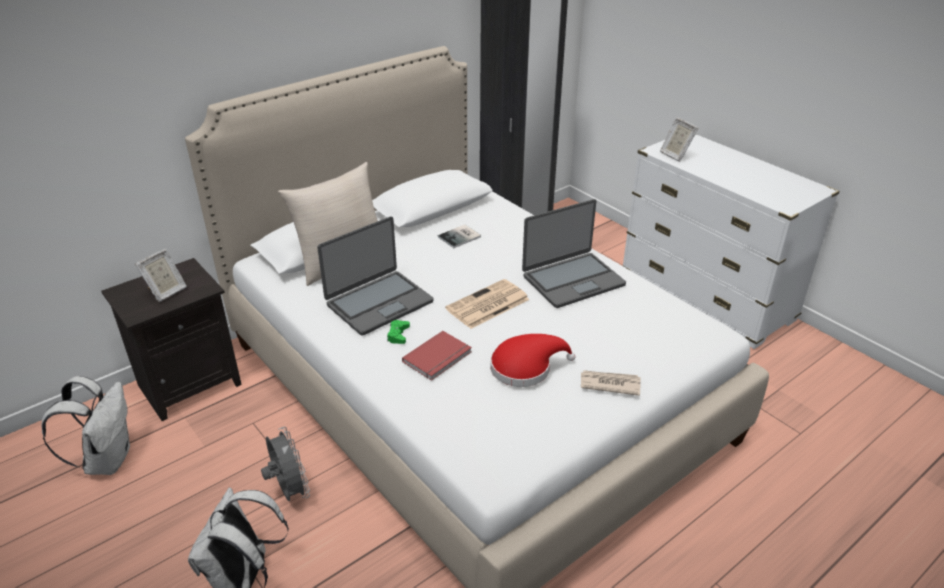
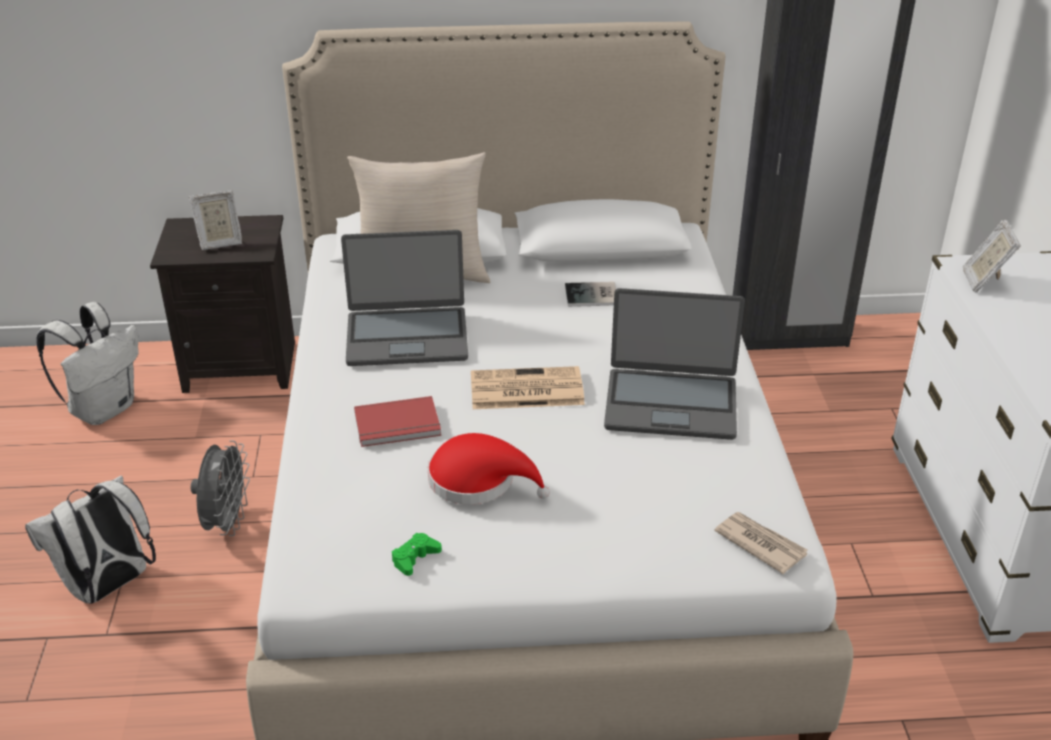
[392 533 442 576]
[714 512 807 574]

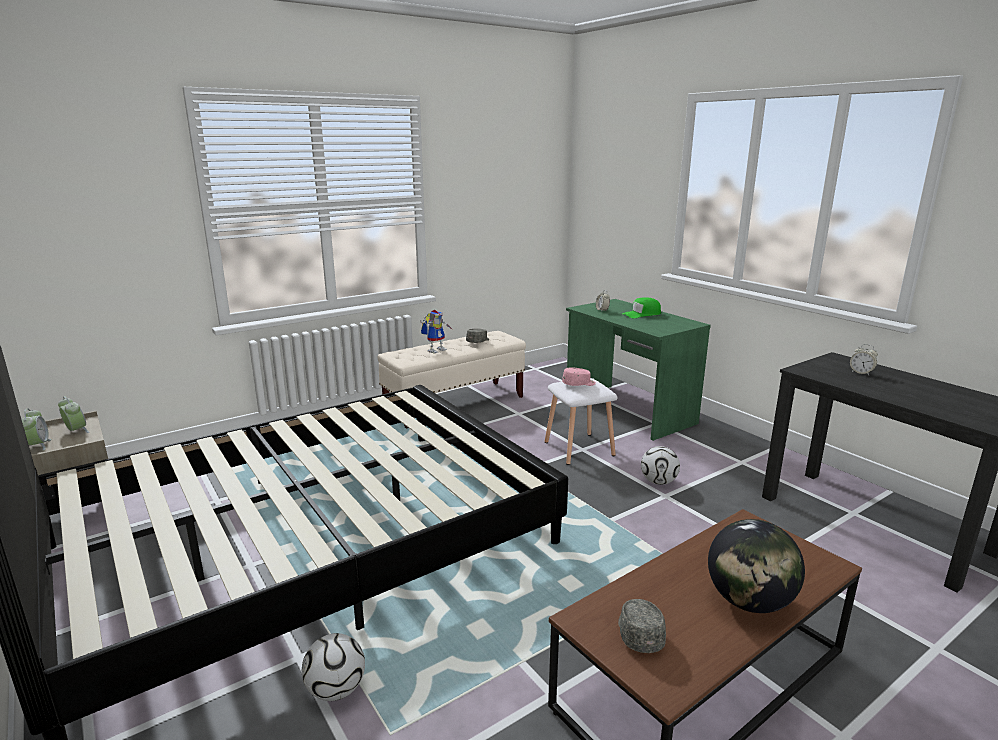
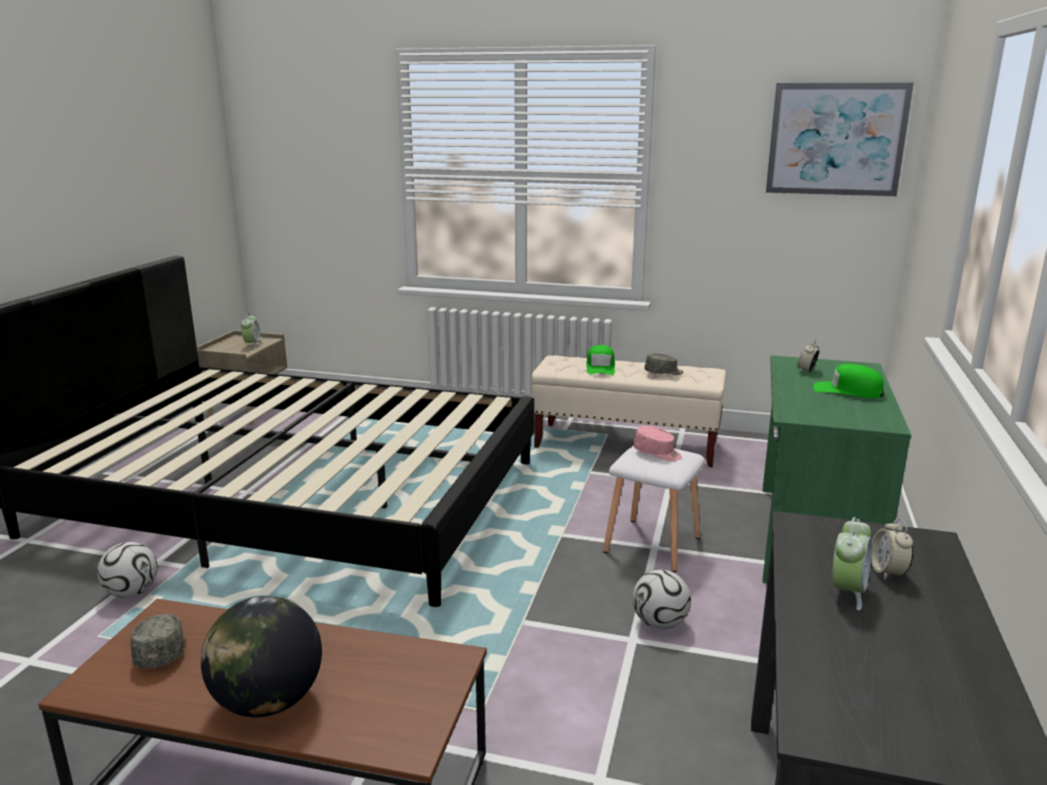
[586 345 615 375]
[832 517 872 610]
[131 614 185 668]
[766 83 914 196]

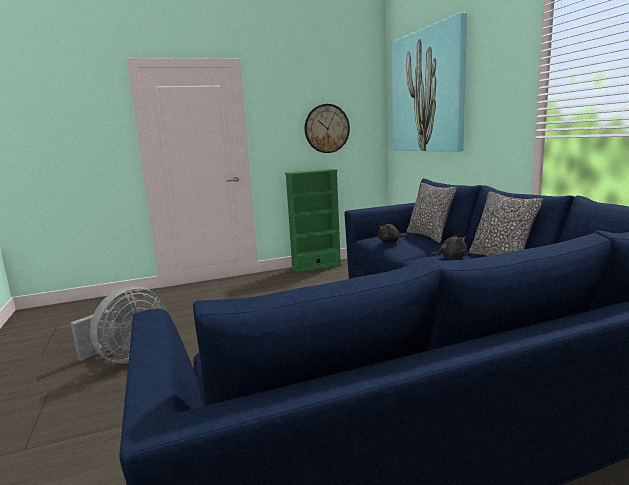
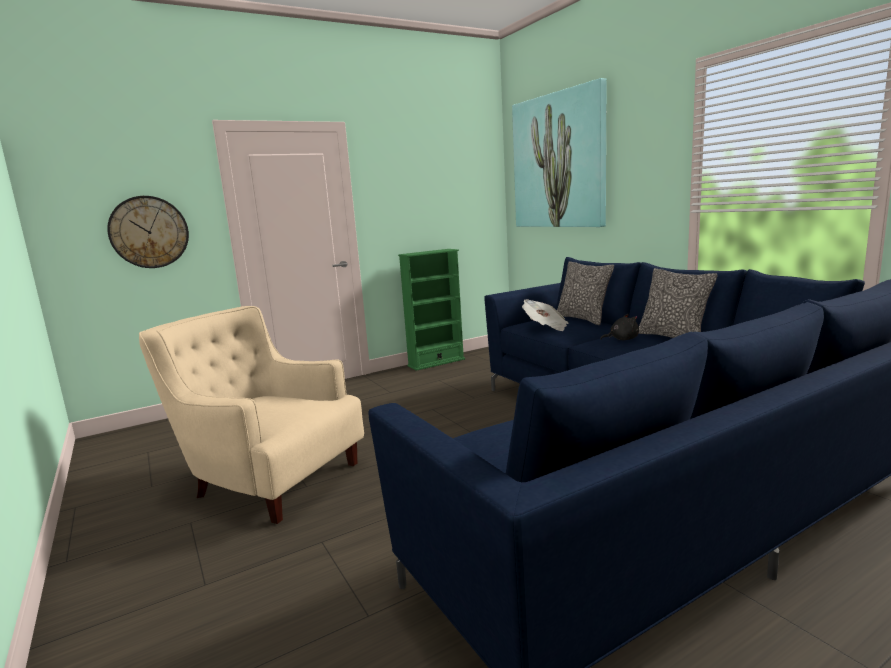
[107 196 189 268]
[522 299 569 331]
[139 306 364 524]

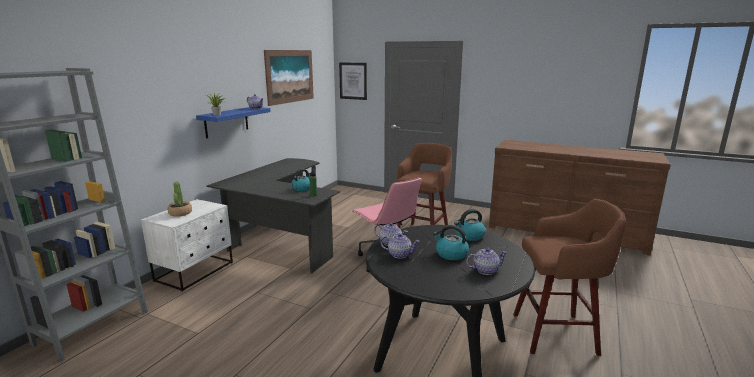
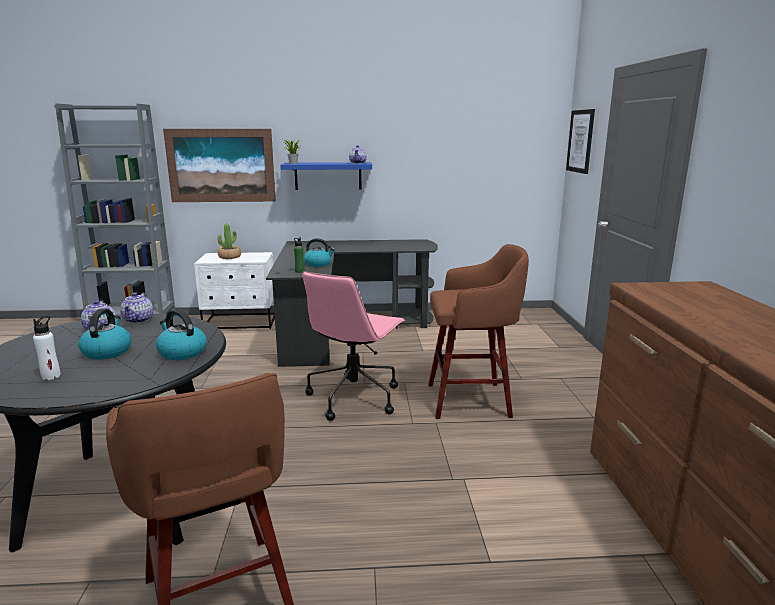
[163 129 276 202]
[33 316 61 380]

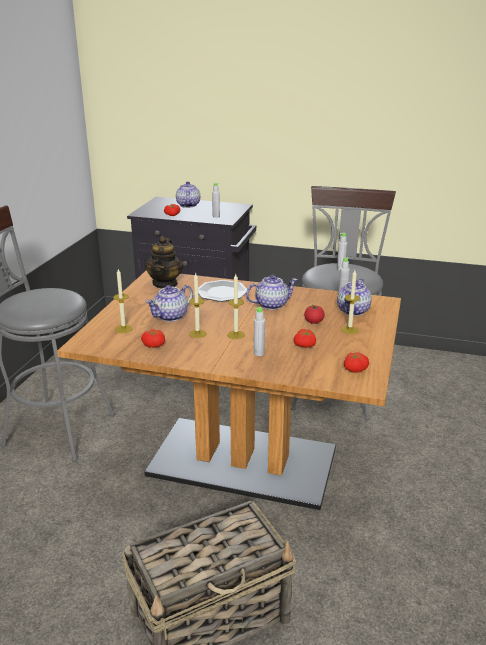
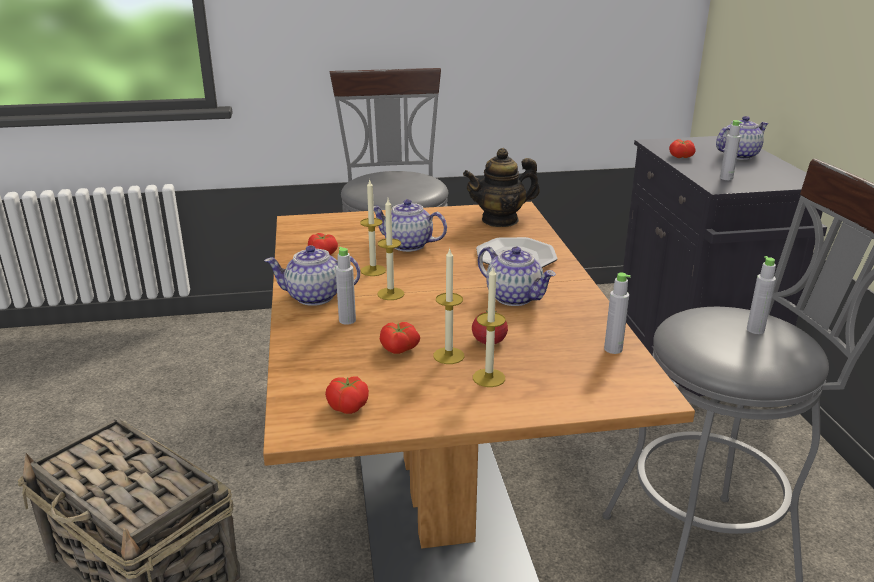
[433 247 464 364]
[264 245 360 306]

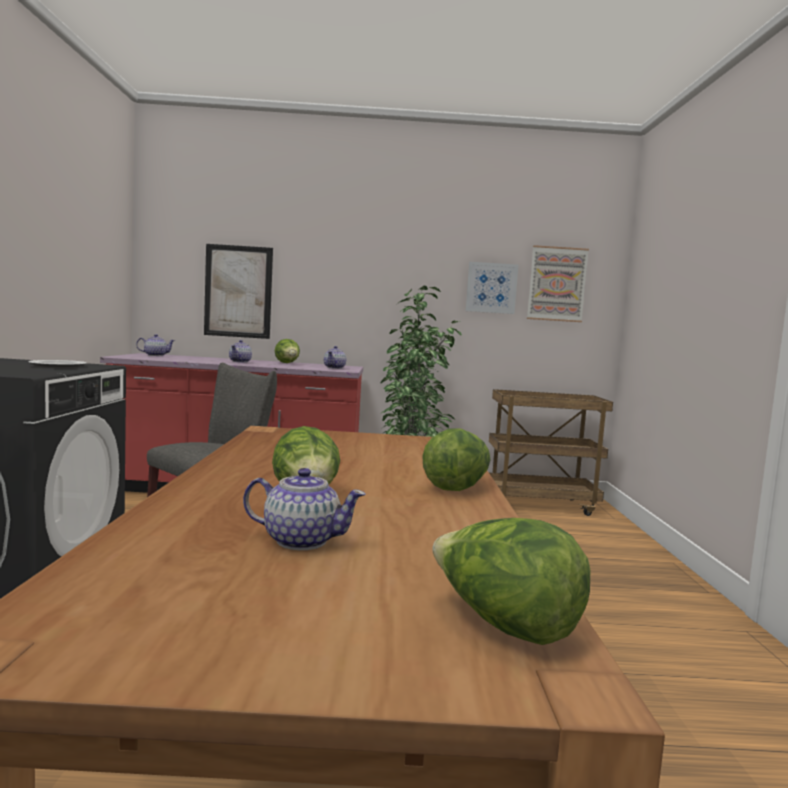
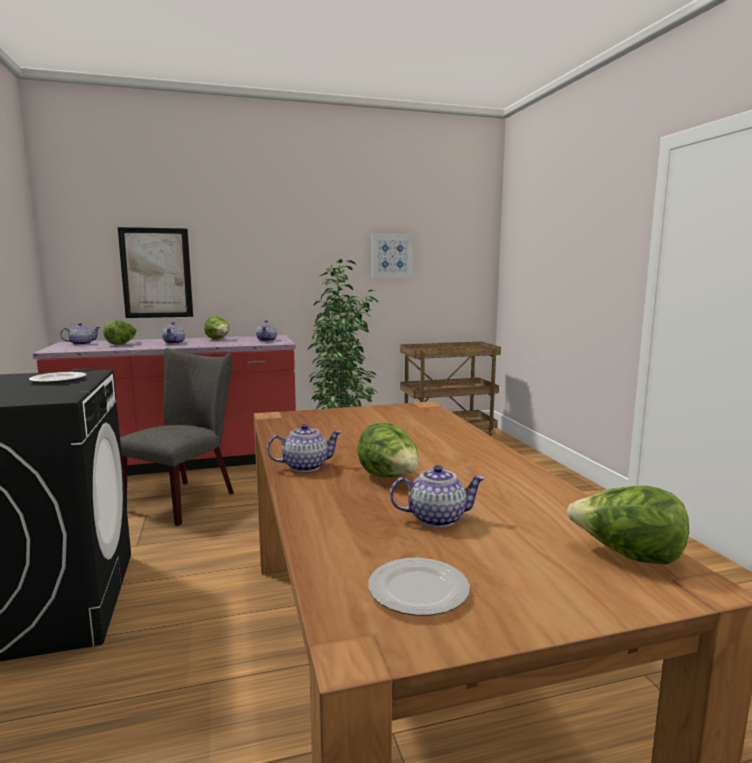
[527 245 589 322] (first image)
[103 320 137 345]
[267 424 342 472]
[368 558 470 616]

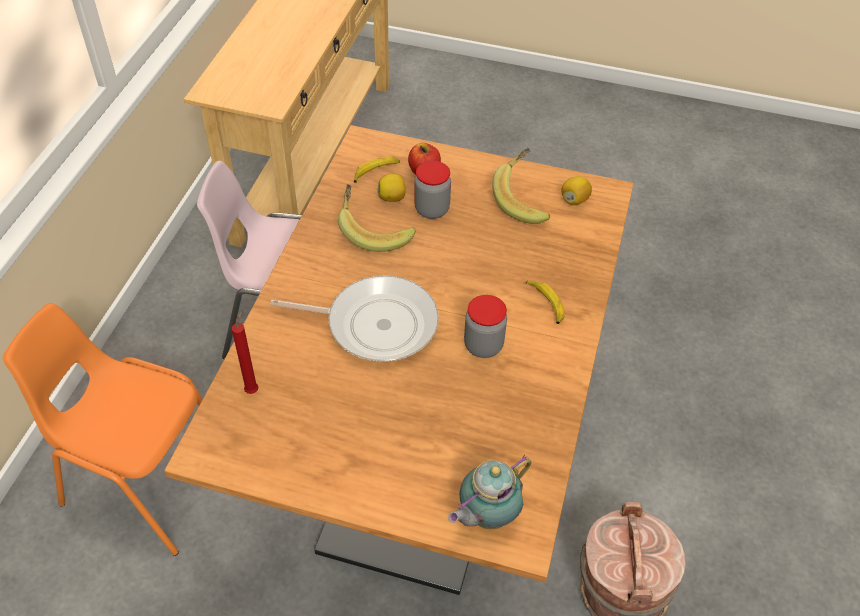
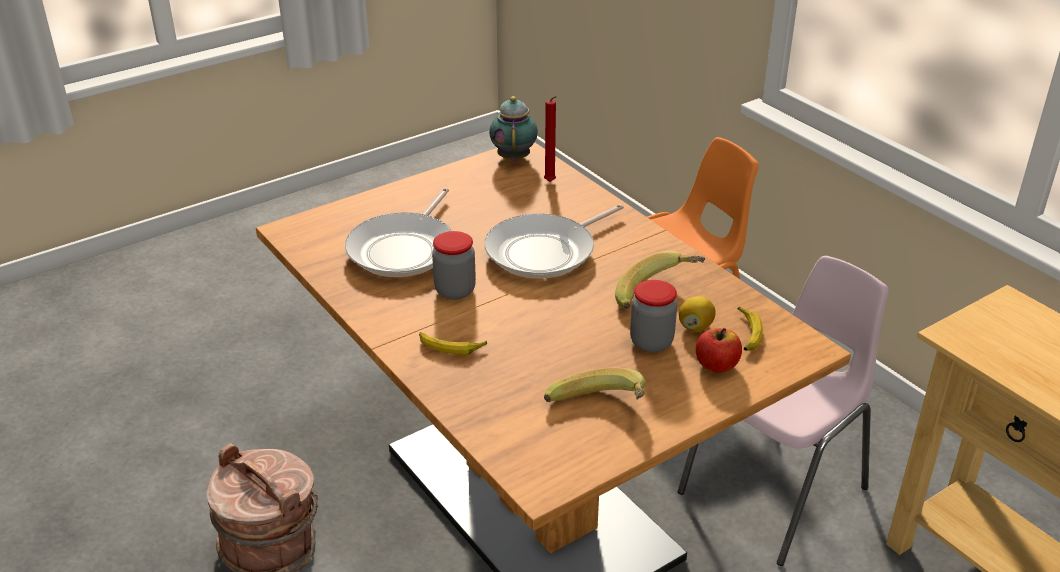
[562 176 592 205] (first image)
[489 96 538 161]
[345 188 452 277]

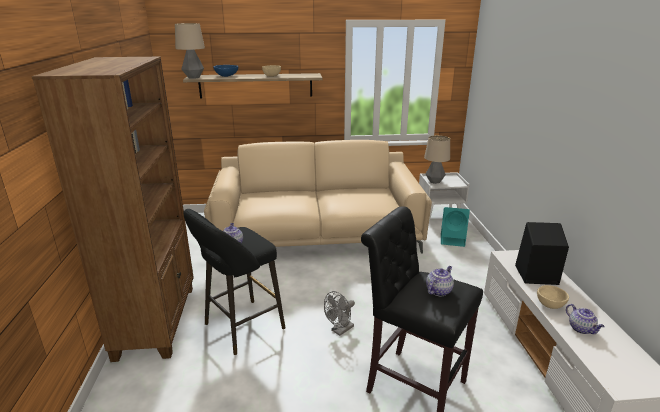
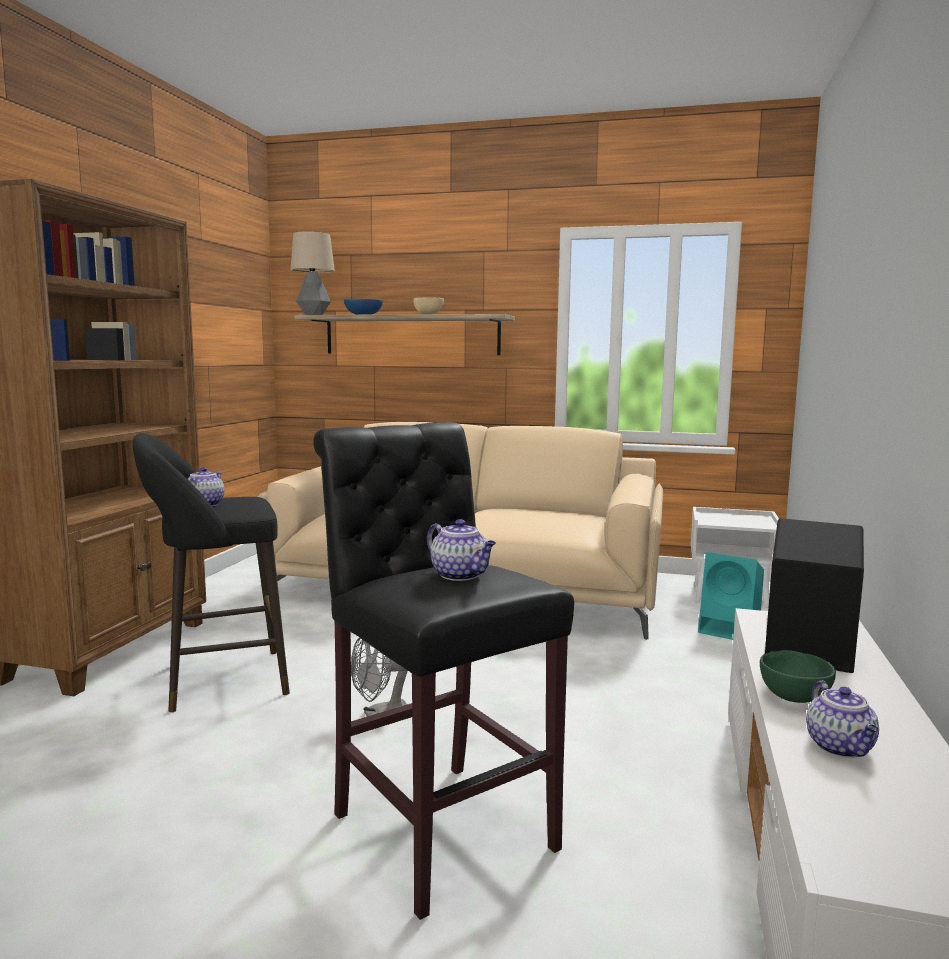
[424 135 450 184] (first image)
[427 519 496 581]
[760 650 836 703]

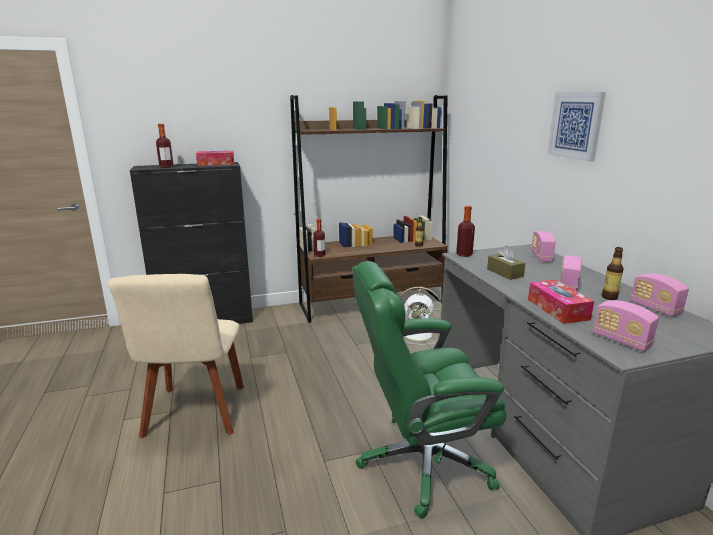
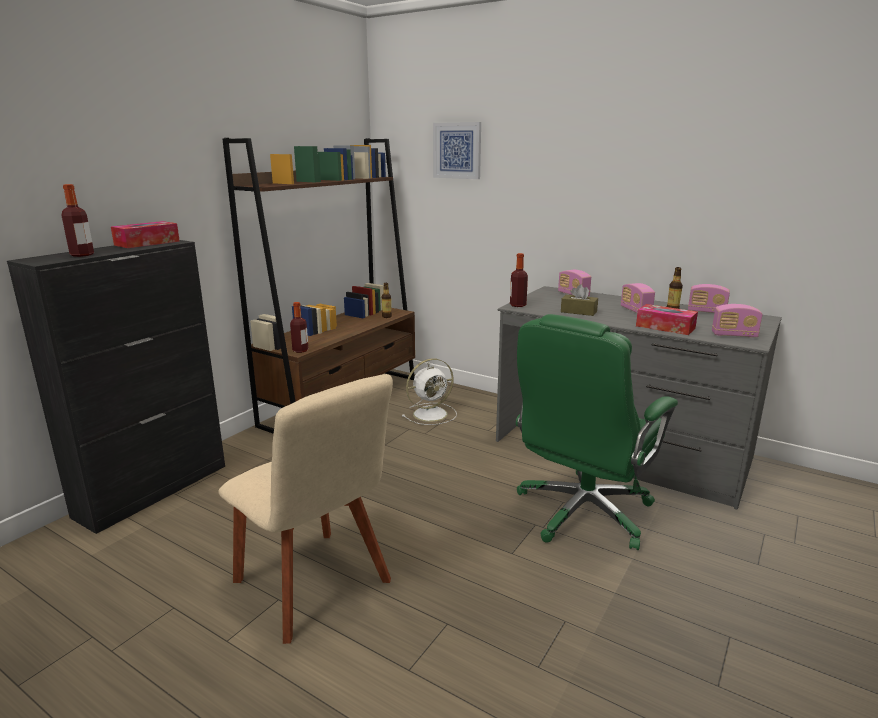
[433 122 481 179]

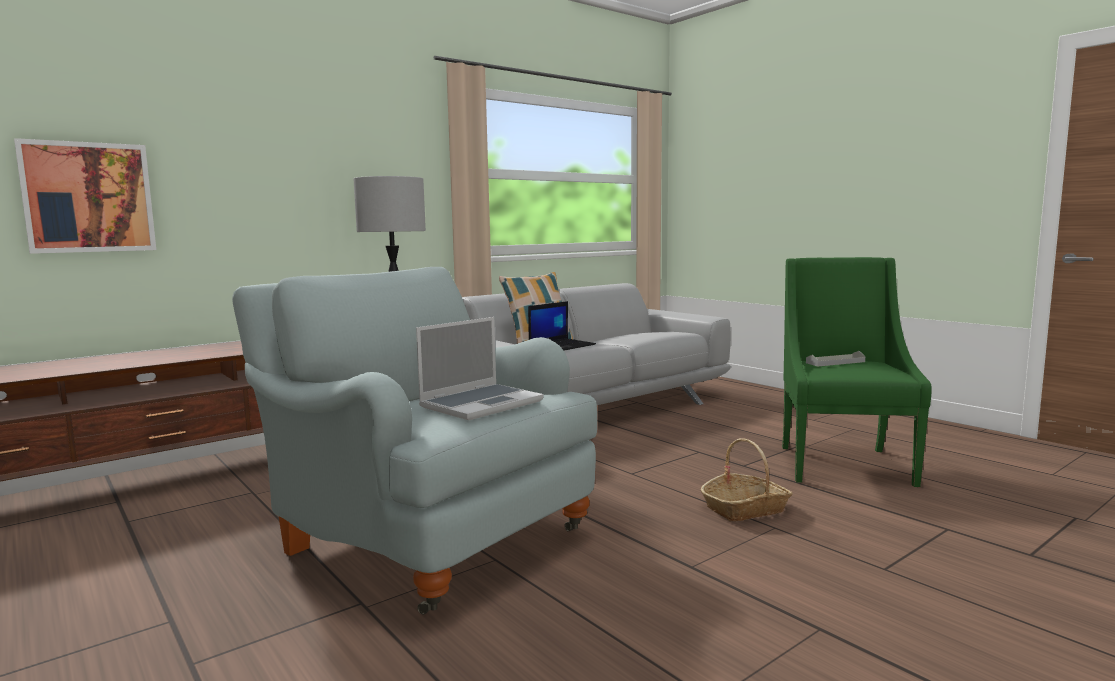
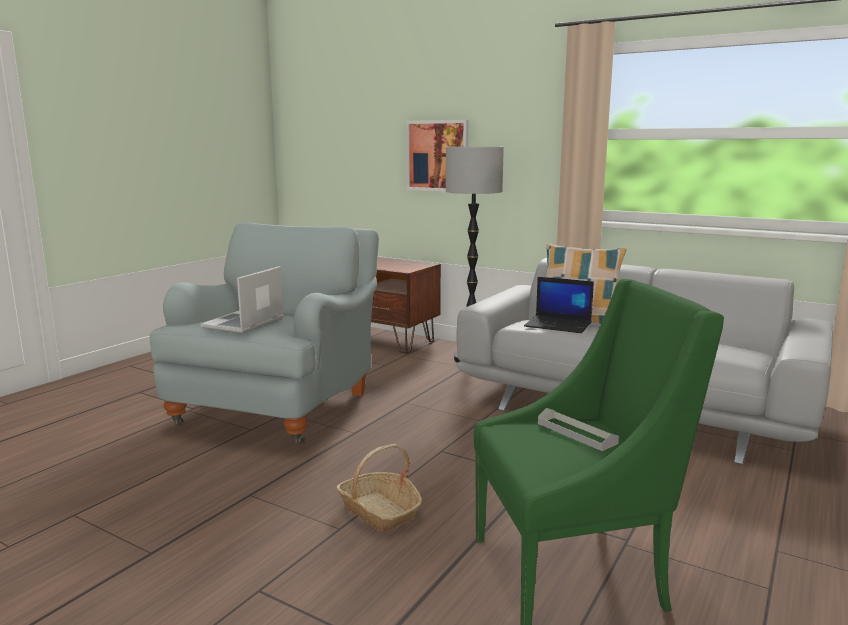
[406 120 469 192]
[200 266 284 334]

